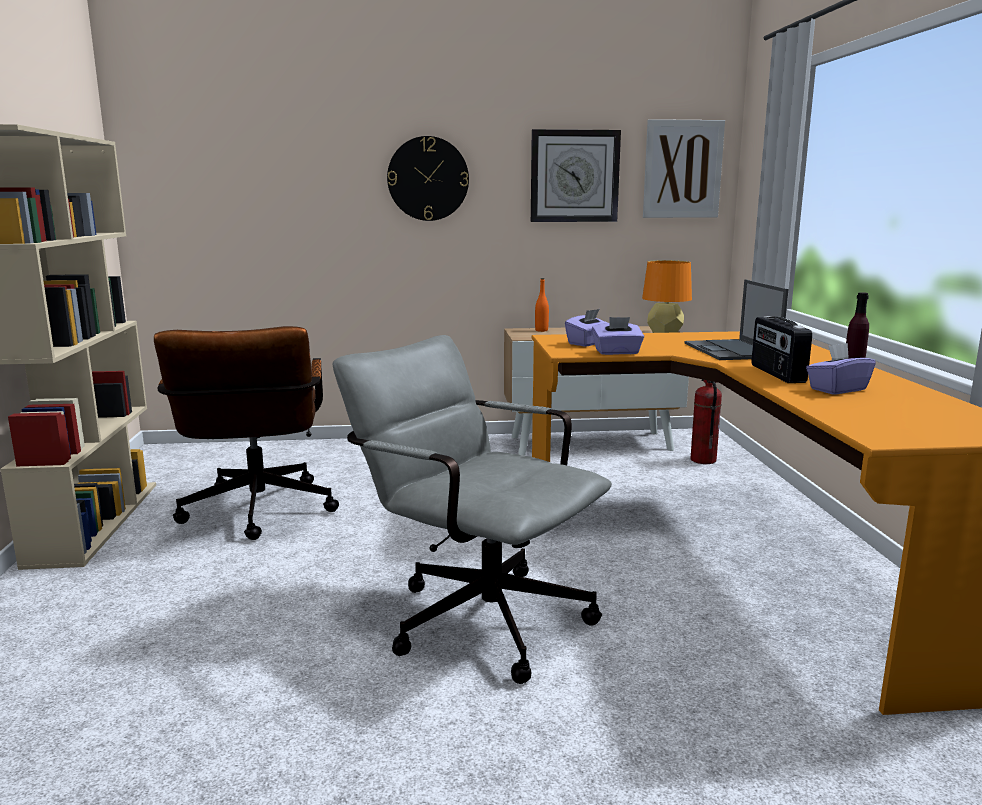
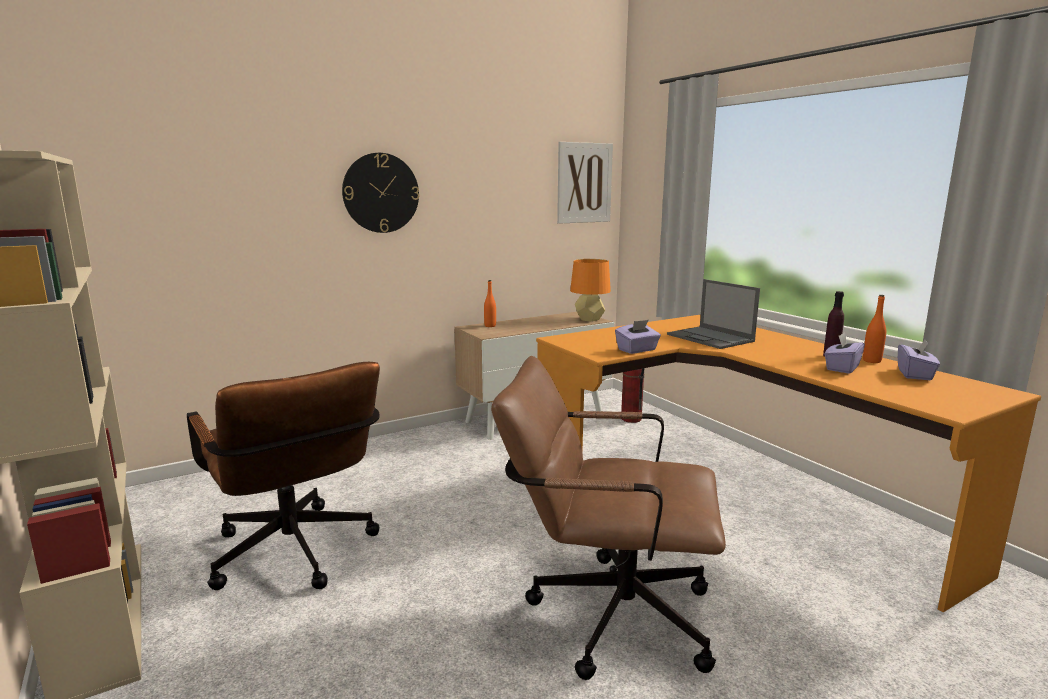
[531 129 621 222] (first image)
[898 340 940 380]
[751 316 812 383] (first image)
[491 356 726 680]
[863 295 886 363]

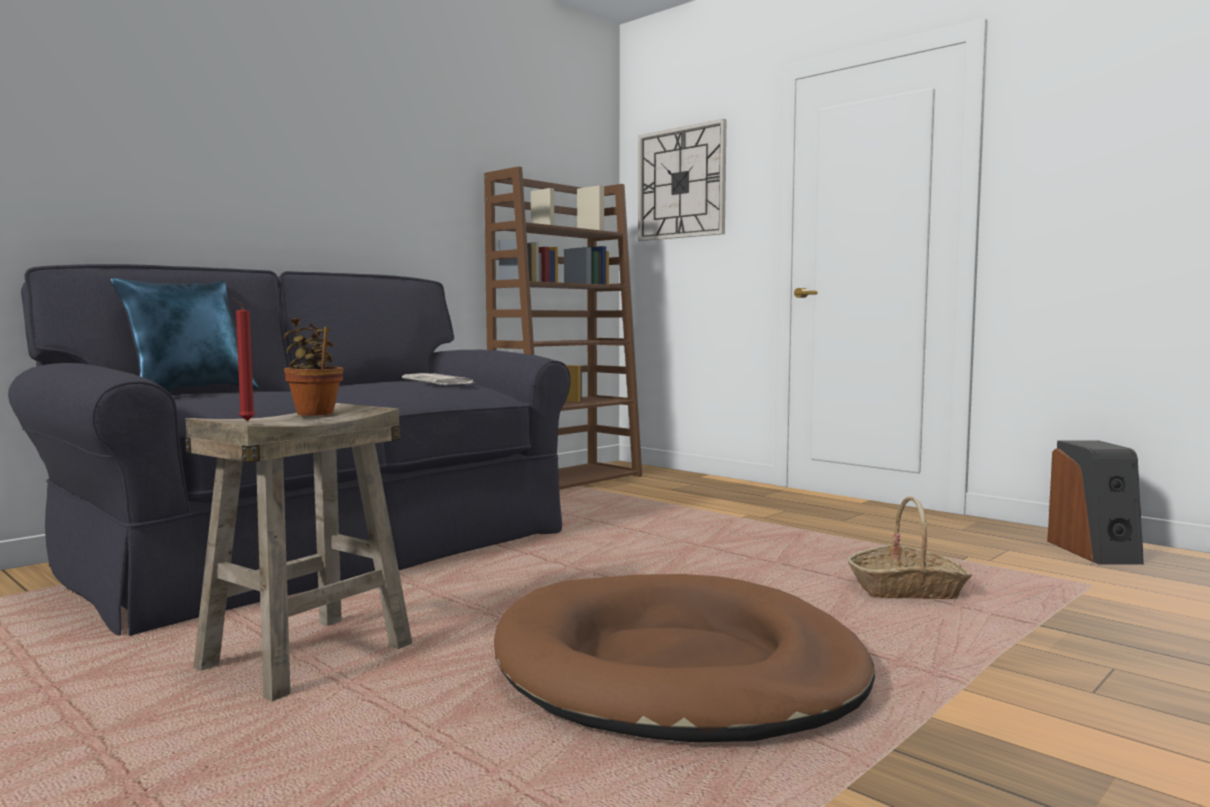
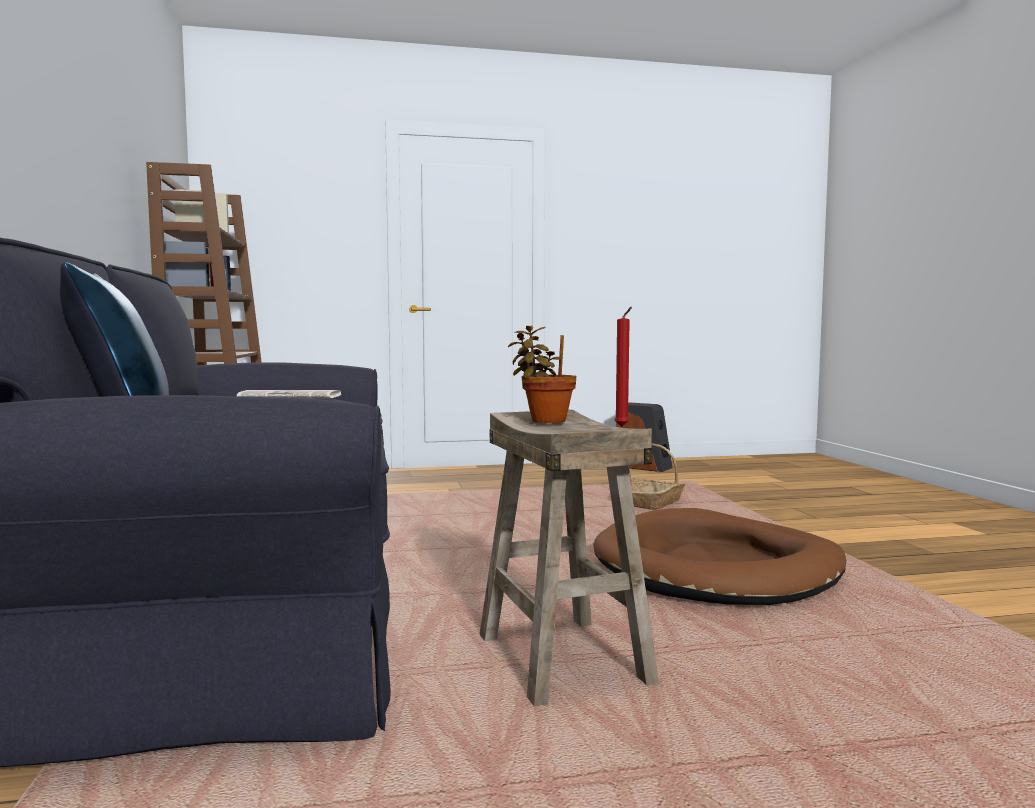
[638 119 727 241] (first image)

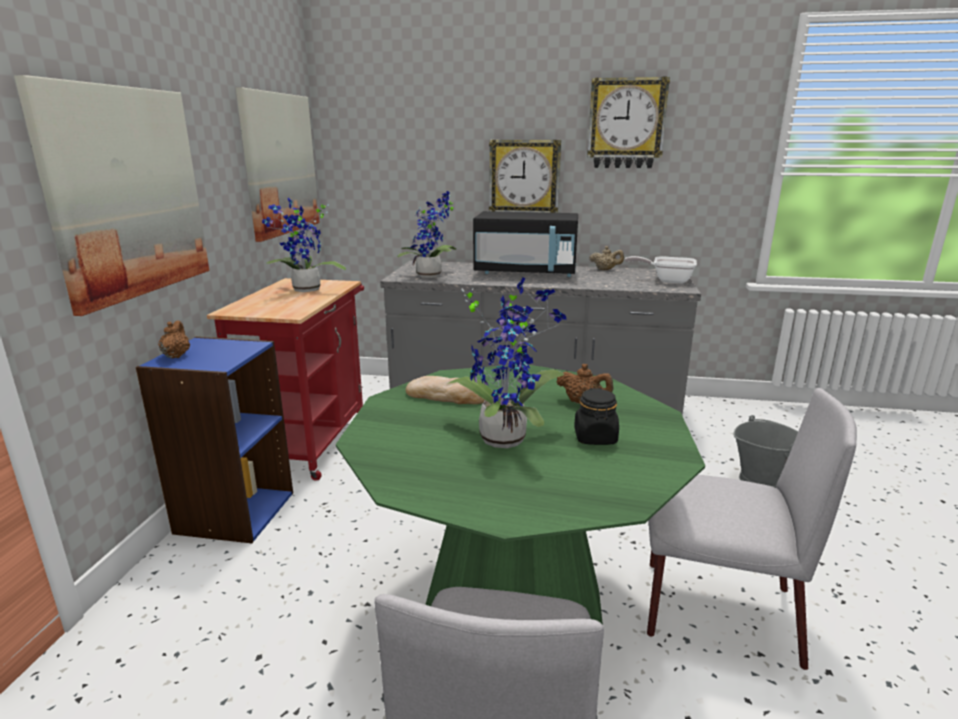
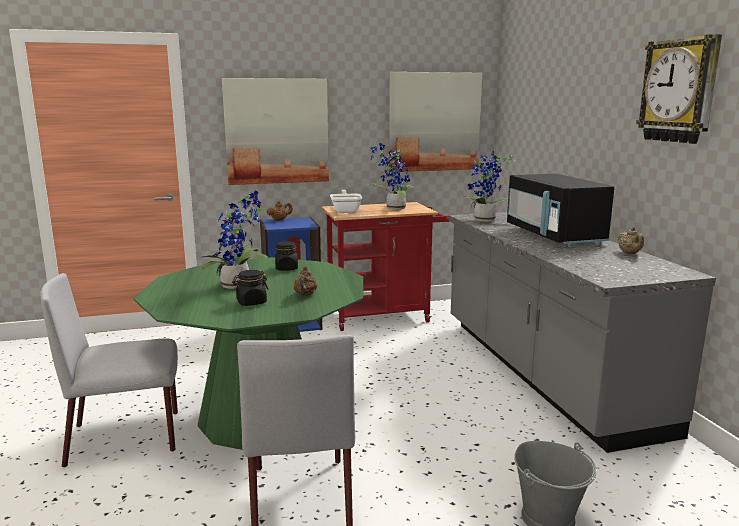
[489 140 561 213] (first image)
[330 190 362 213]
[275 241 298 271]

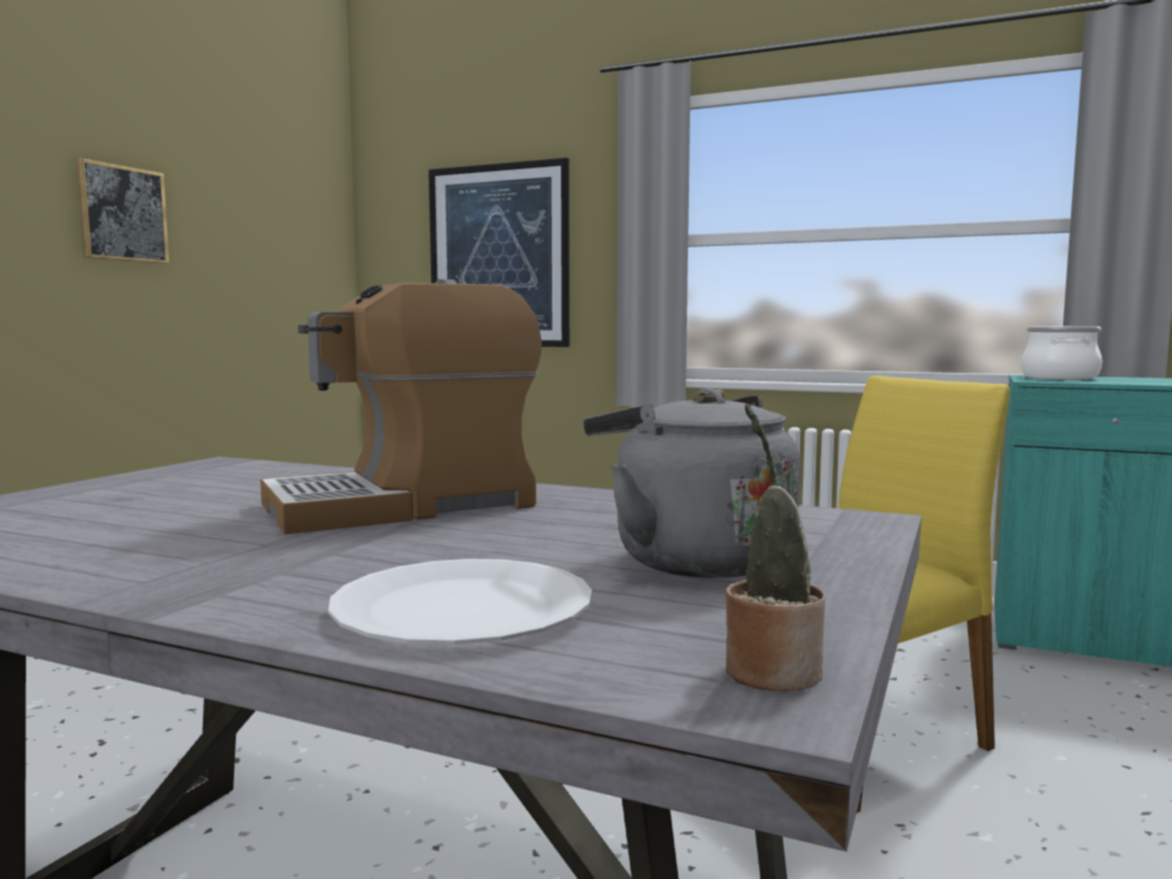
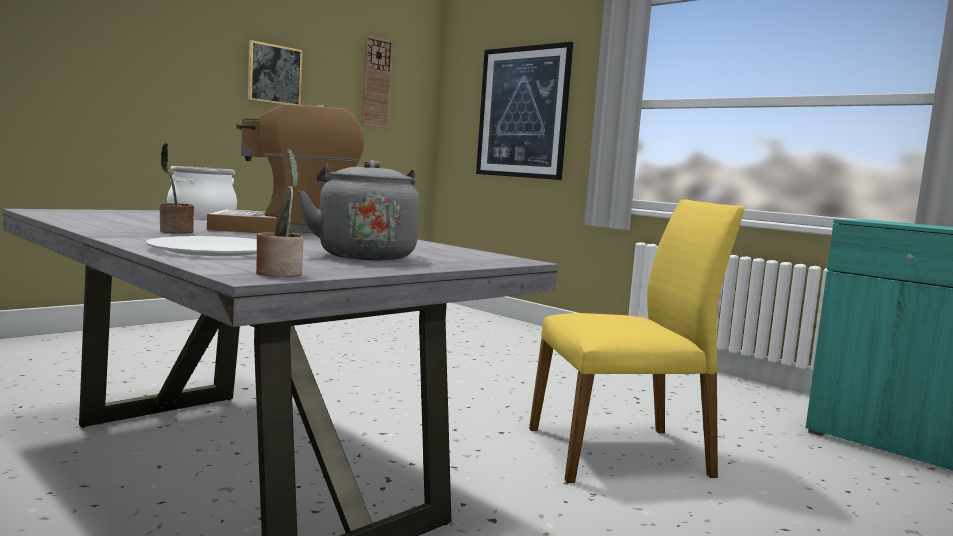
[167 166 237 217]
[362 36 393 128]
[160 143 194 234]

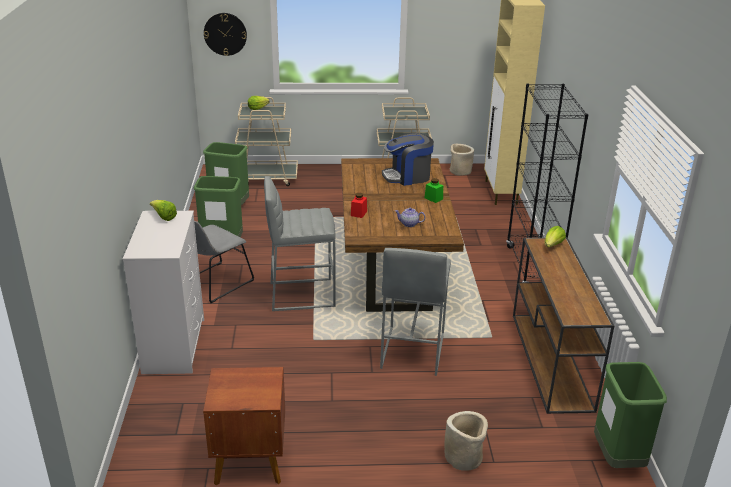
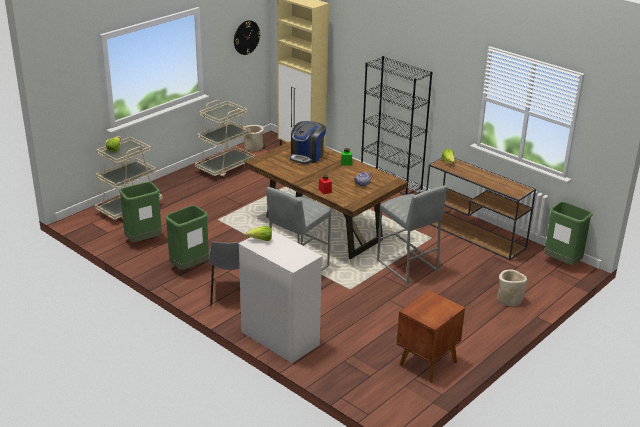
[234 20 261 55]

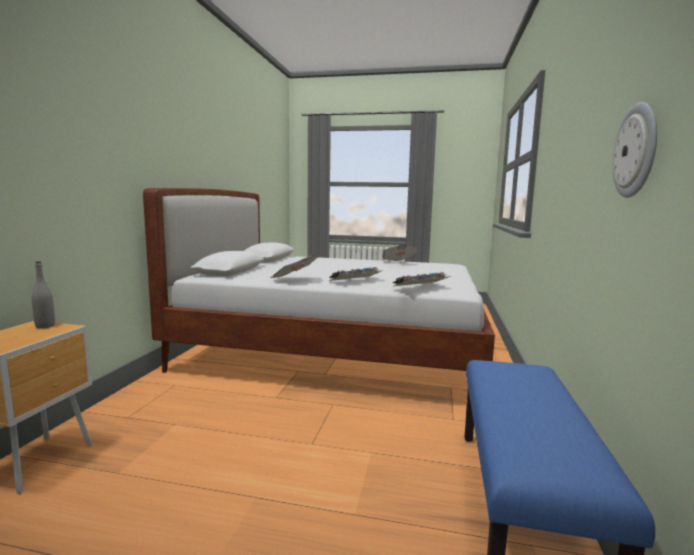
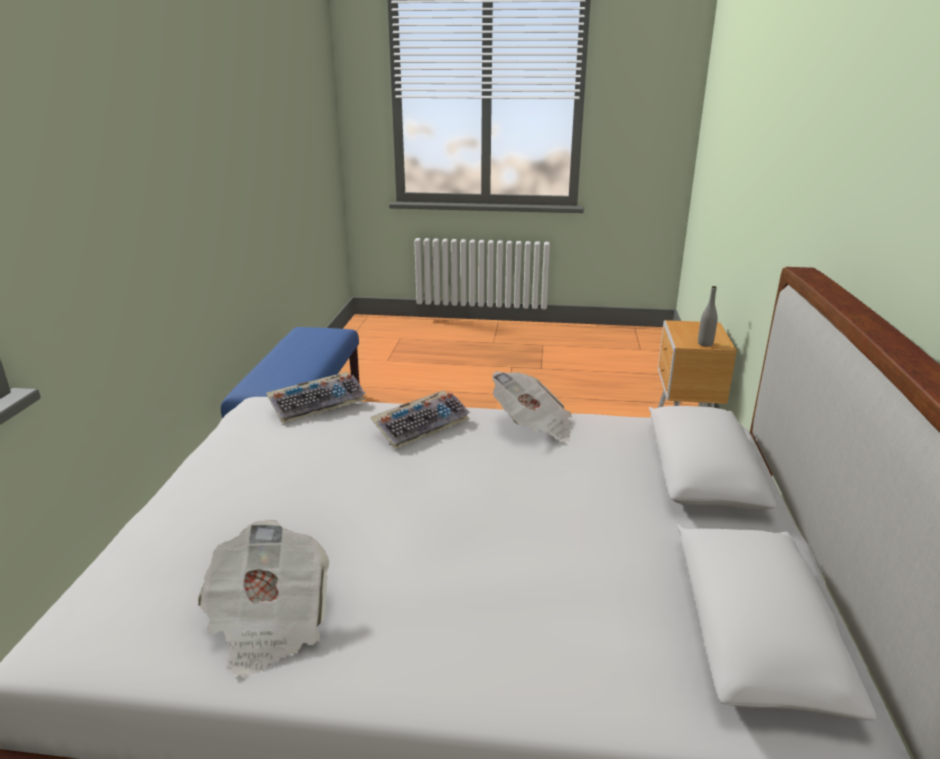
[613 102 657 198] (first image)

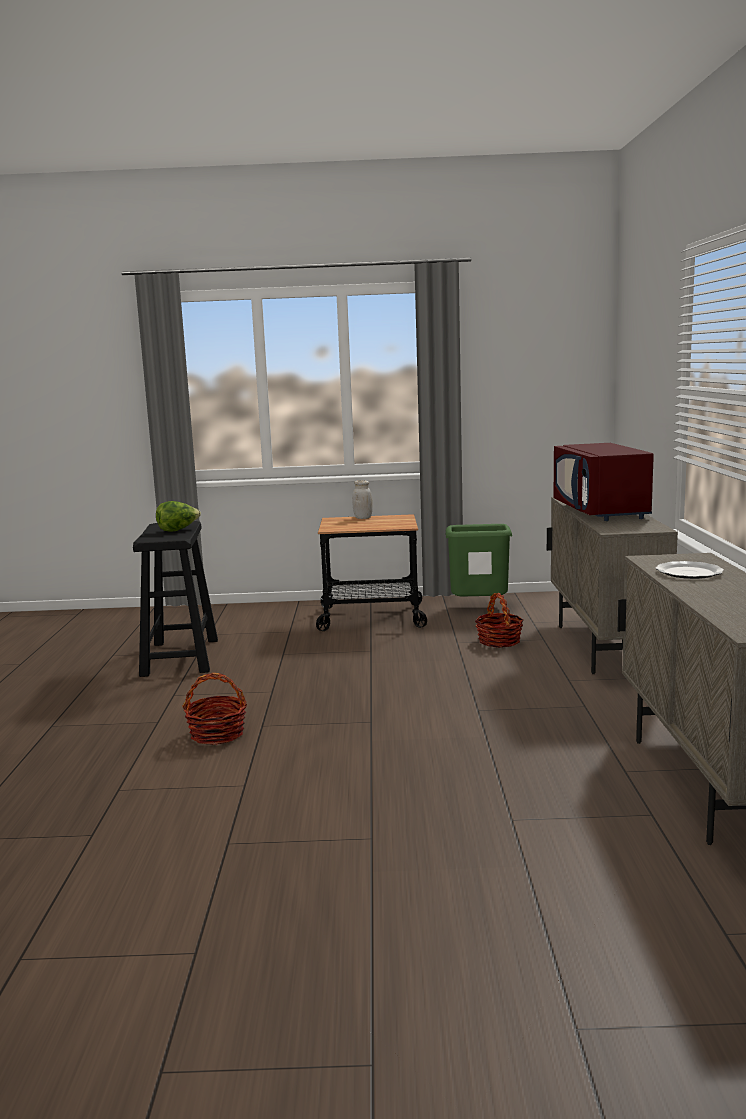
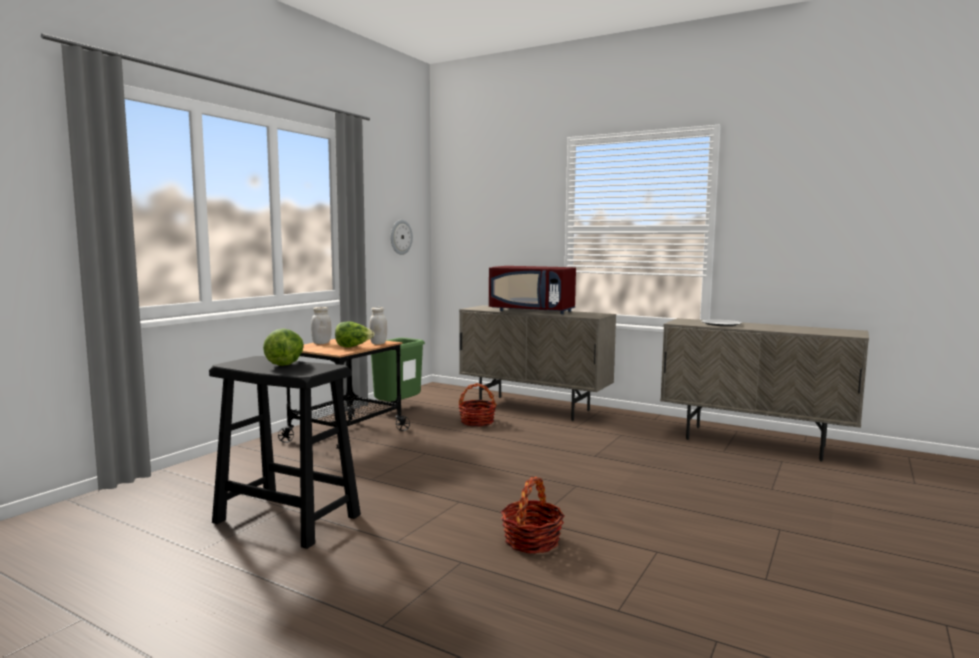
[391 220 413 255]
[369 307 387 344]
[335 321 375 347]

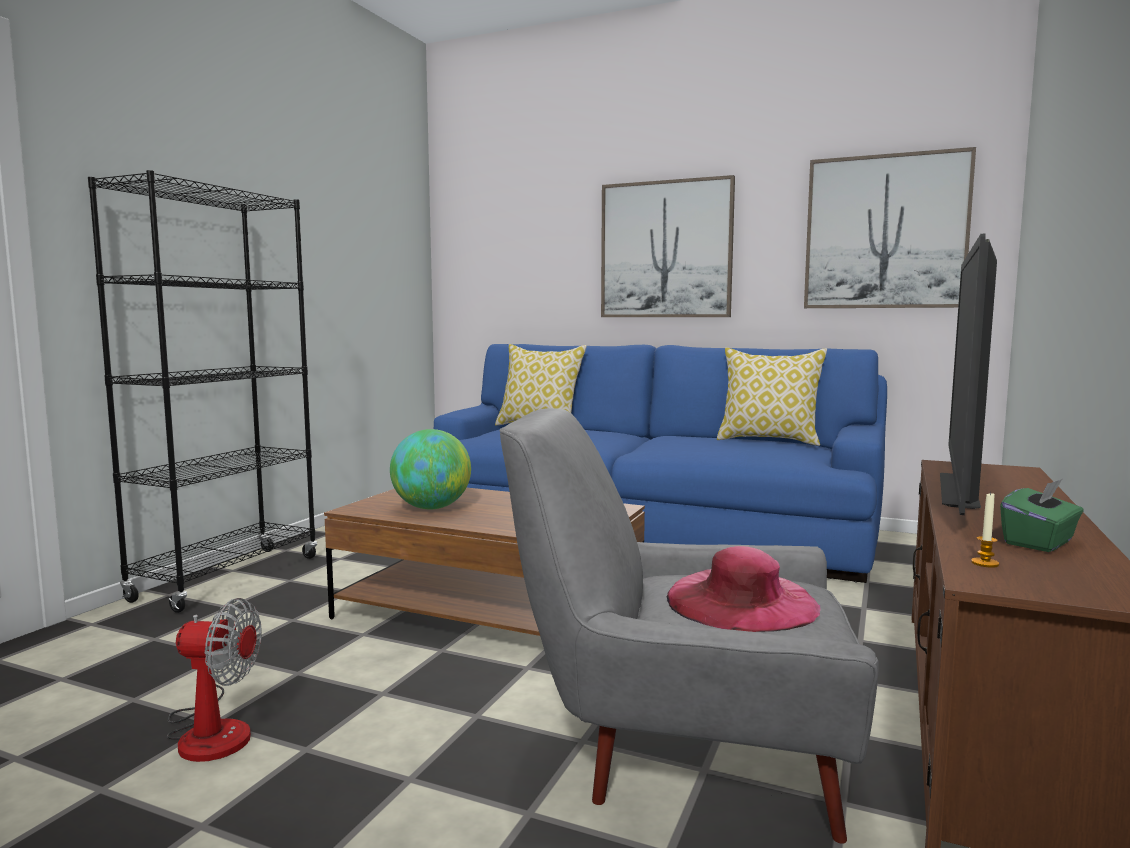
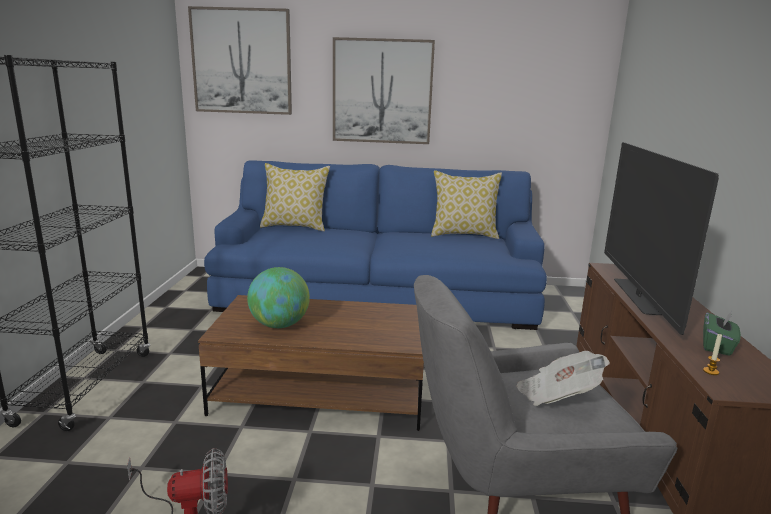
[188 6 292 115]
[516 351 610 406]

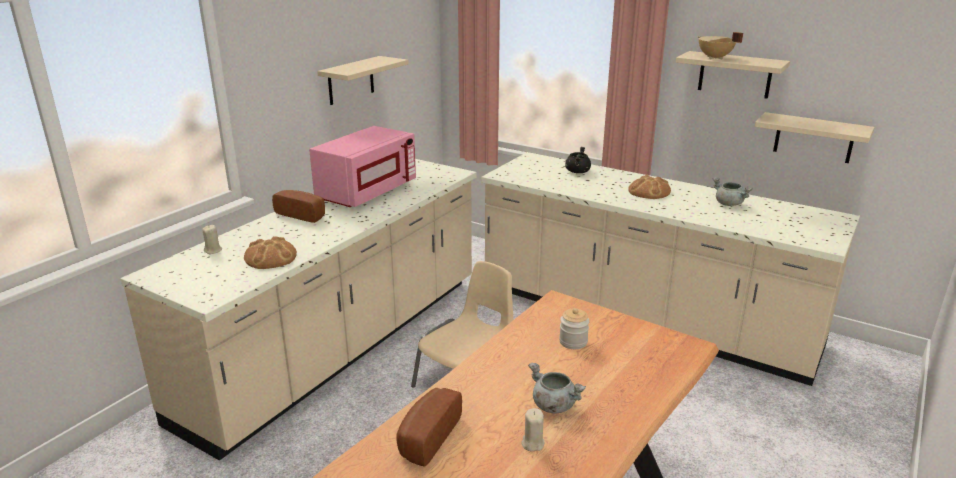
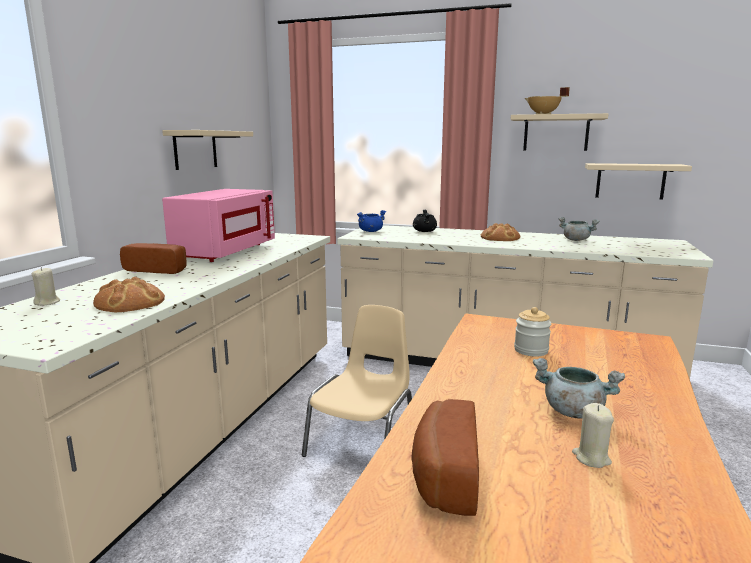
[357 210 386 232]

